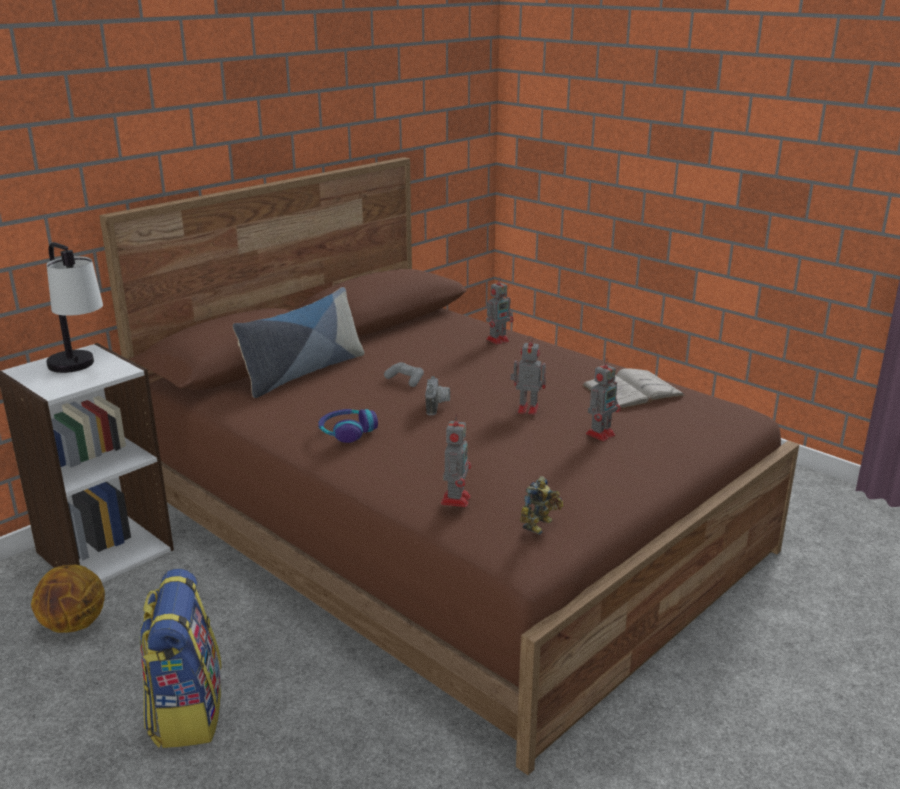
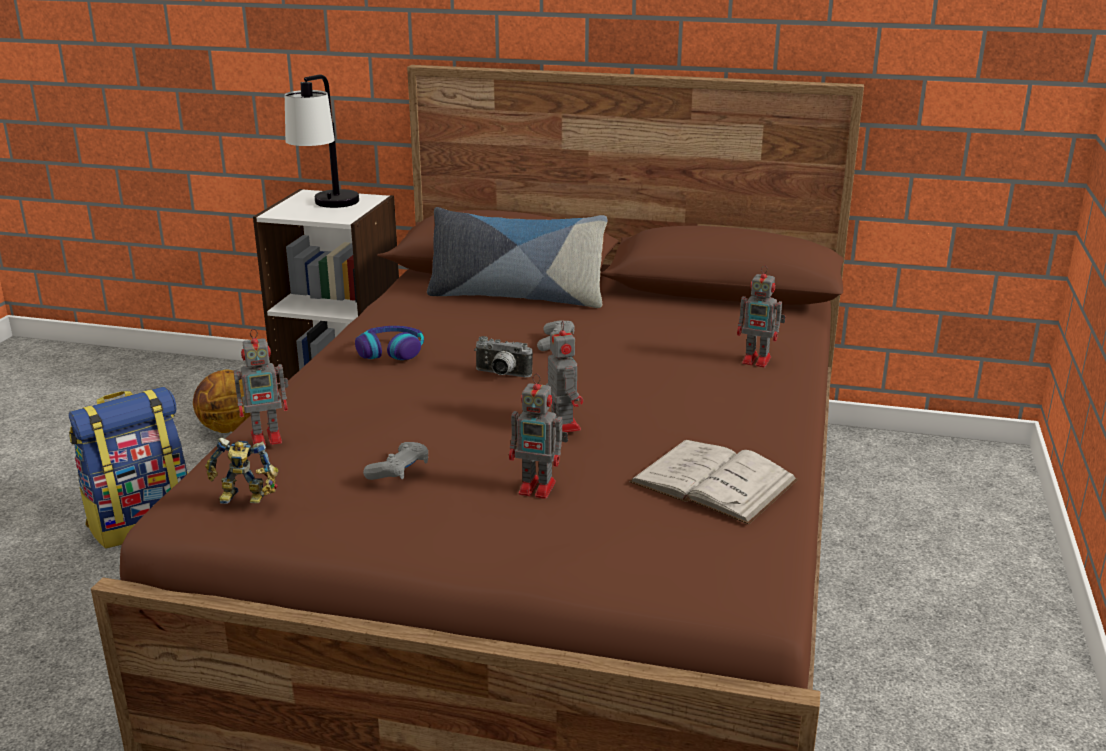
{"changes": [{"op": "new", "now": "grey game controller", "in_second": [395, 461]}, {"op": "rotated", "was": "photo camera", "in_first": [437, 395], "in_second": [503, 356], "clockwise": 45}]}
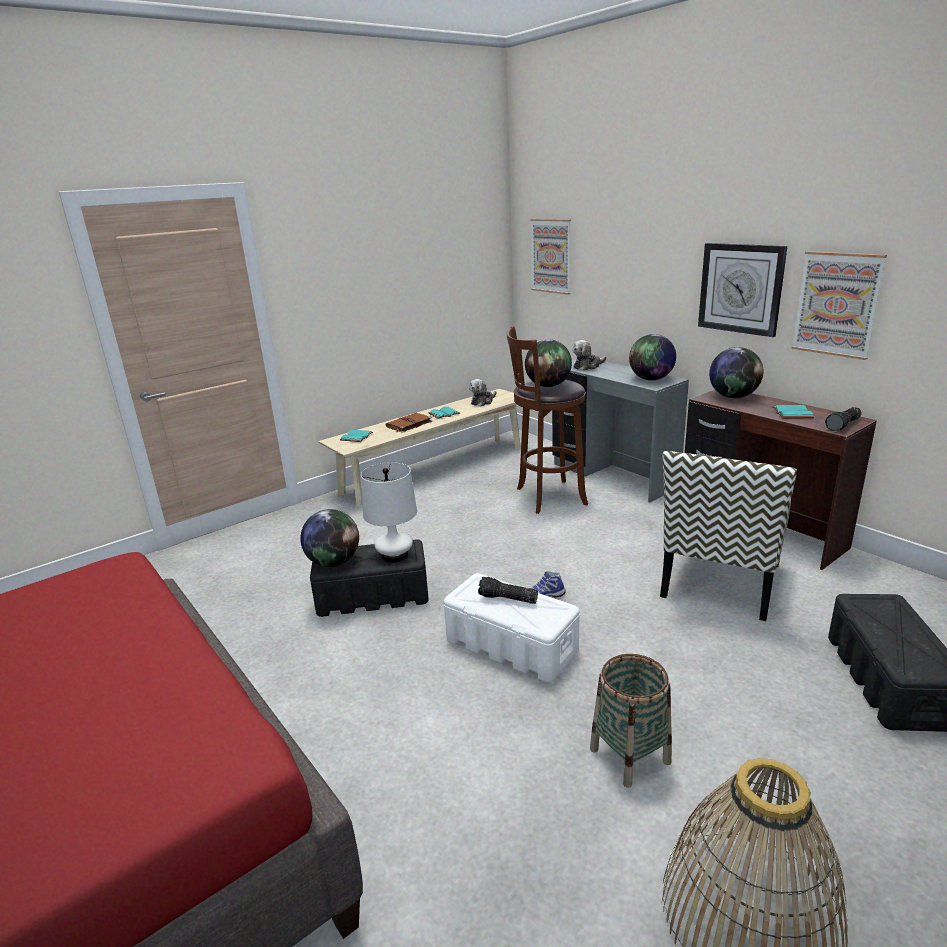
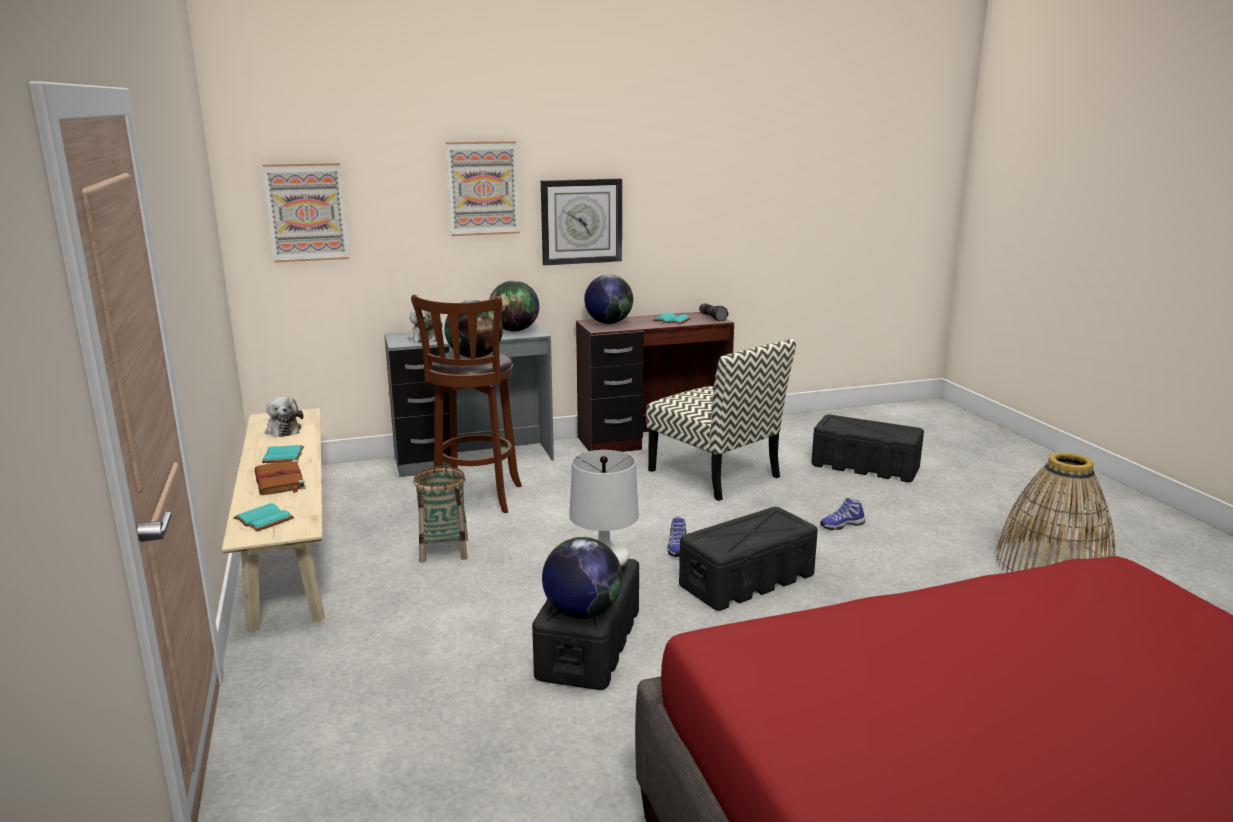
{"changes": [{"op": "shifted", "was": "basket", "in_first": [631, 721], "in_second": [440, 514]}, {"op": "shifted", "was": "picture", "in_first": [839, 305], "in_second": [482, 188]}, {"op": "repainted", "was": "white storage box", "now": "black storage box", "in_first": [512, 628], "in_second": [748, 559]}, {"op": "new", "now": "shoe", "in_second": [842, 514]}, {"op": "gone", "was": "flashlight", "in_first": [508, 590]}]}
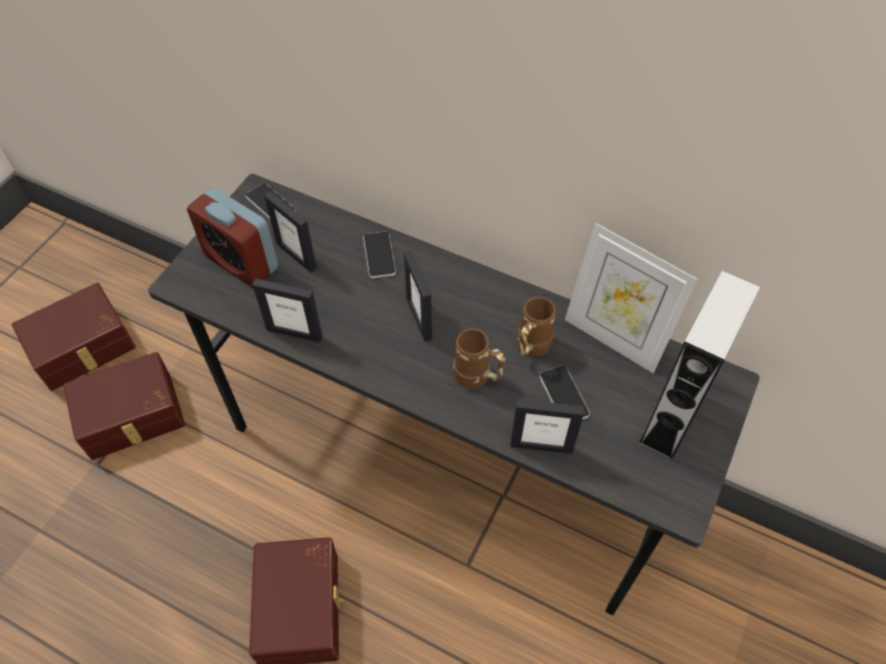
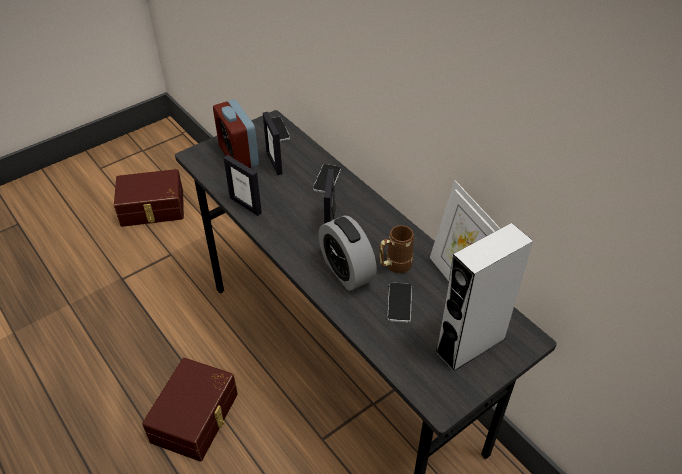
{"changes": [{"op": "swapped", "was": "brown mug", "now": "alarm clock", "in_first": [479, 358], "in_second": [348, 253]}, {"op": "gone", "was": "brown storage box", "in_first": [124, 406]}, {"op": "gone", "was": "picture frame", "in_first": [547, 426]}]}
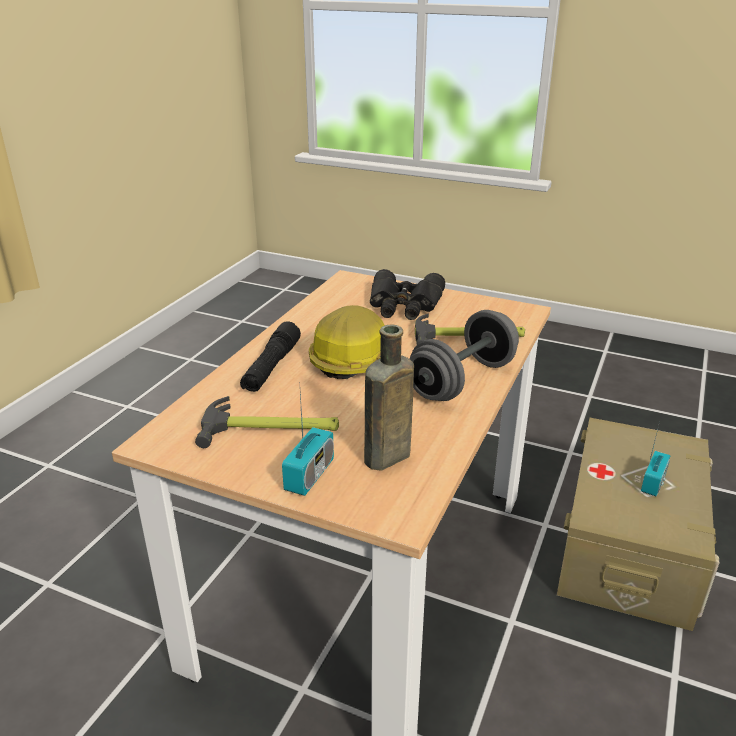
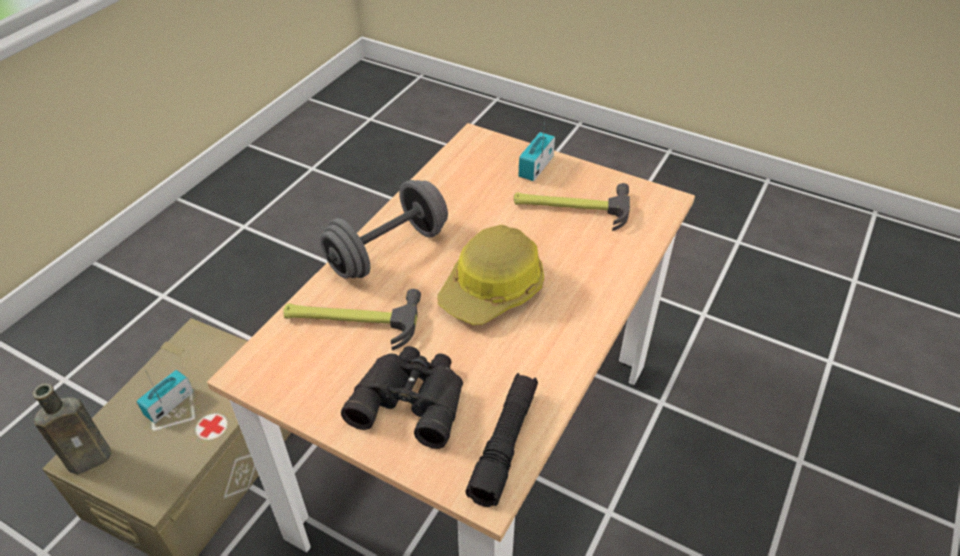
{"changes": [{"op": "shifted", "was": "brown bottle", "in_first": [389, 397], "in_second": [72, 428]}, {"op": "shifted", "was": "black flashlight", "in_first": [270, 356], "in_second": [501, 440]}]}
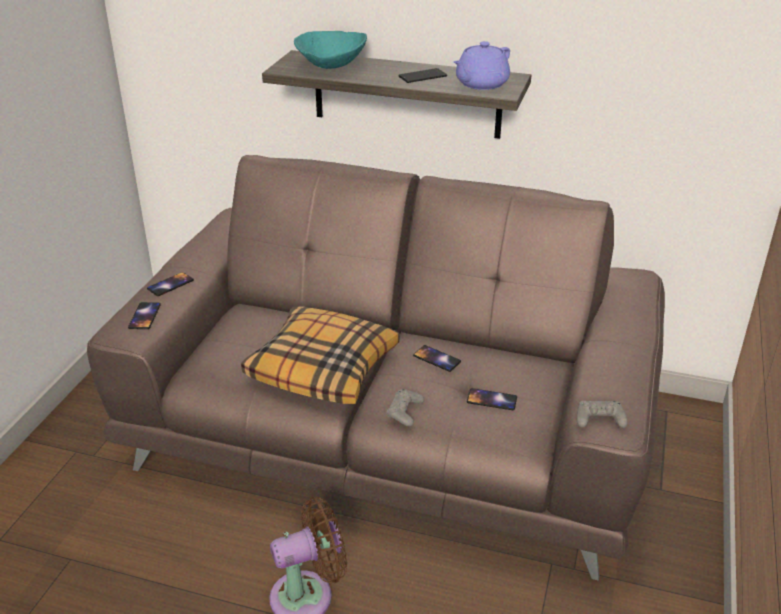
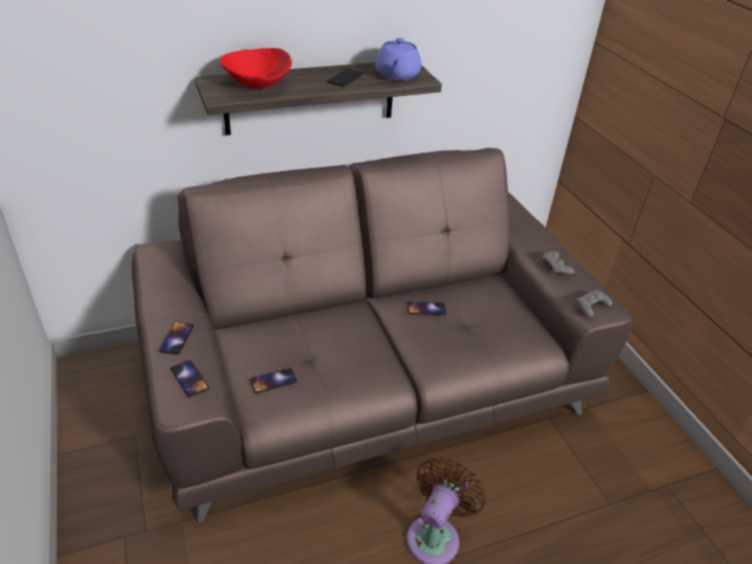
{"changes": [{"op": "repainted", "was": "turquoise bowl", "now": "red bowl", "in_first": [330, 50], "in_second": [256, 68]}, {"op": "shifted", "was": "phone", "in_first": [492, 399], "in_second": [273, 380]}, {"op": "shifted", "was": "grey game controller", "in_first": [405, 408], "in_second": [558, 263]}, {"op": "gone", "was": "pillow", "in_first": [320, 355]}]}
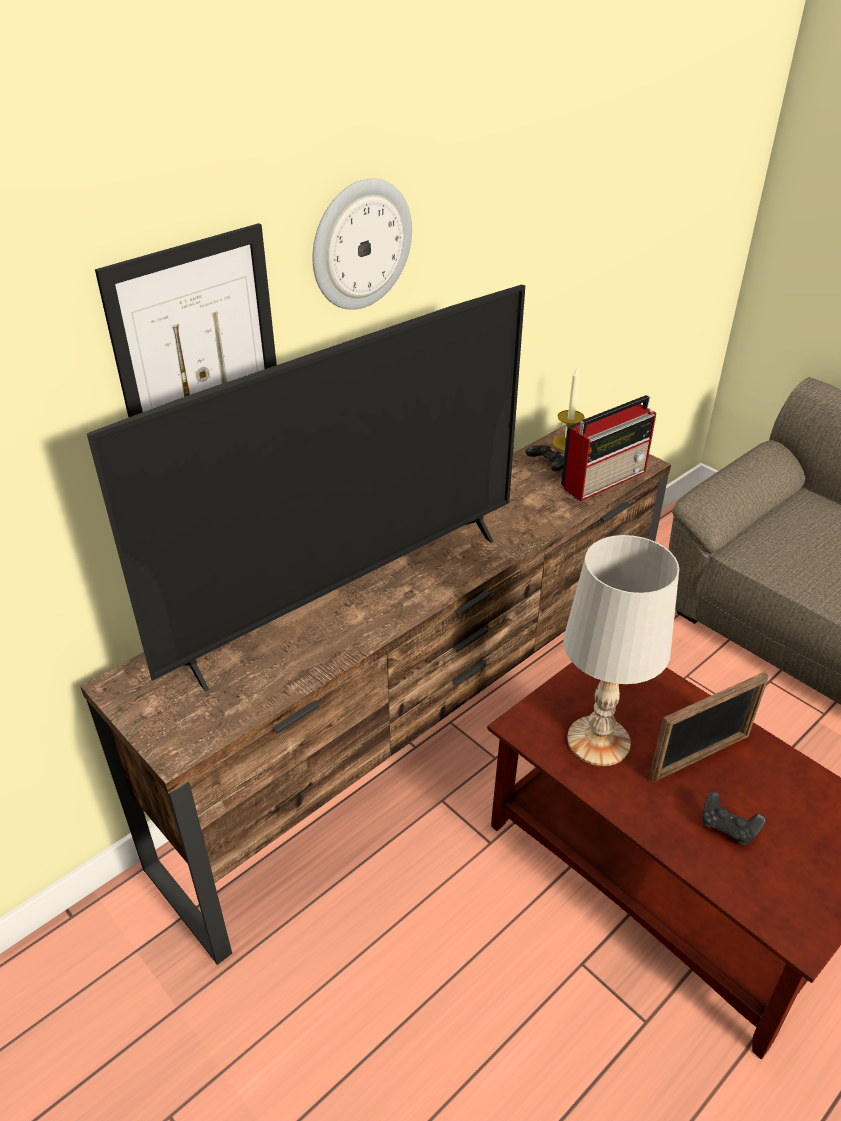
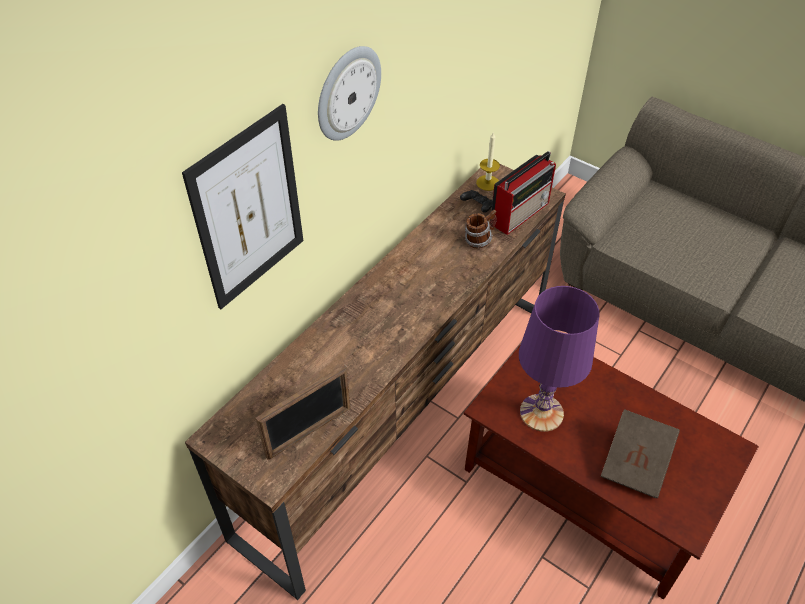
{"changes": [{"op": "shifted", "was": "picture frame", "in_first": [708, 727], "in_second": [303, 412]}, {"op": "new", "now": "mug", "in_second": [481, 229]}, {"op": "repainted", "was": "white table lamp", "now": "purple table lamp", "in_first": [621, 650], "in_second": [559, 359]}, {"op": "swapped", "was": "black game controller", "now": "brown book", "in_first": [734, 818], "in_second": [640, 453]}, {"op": "gone", "was": "television", "in_first": [306, 488]}]}
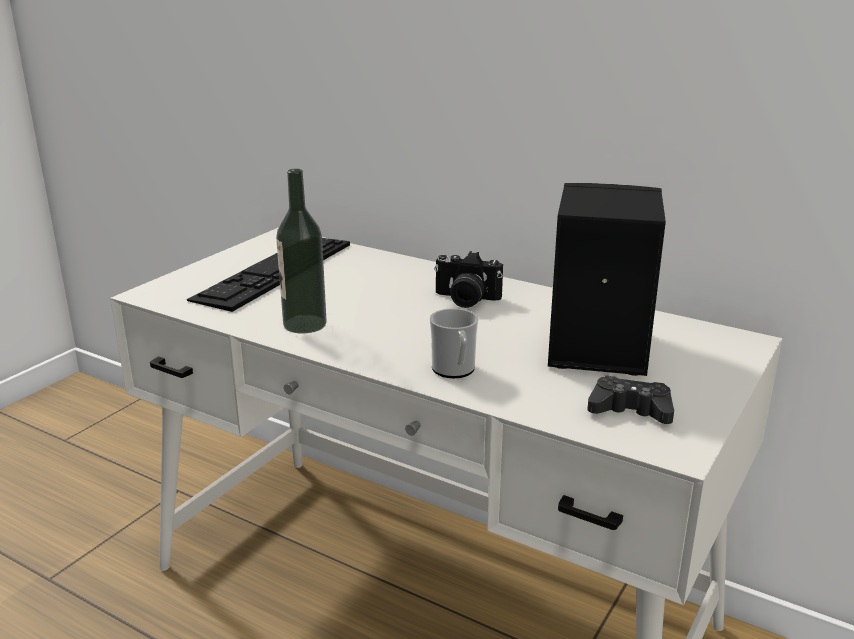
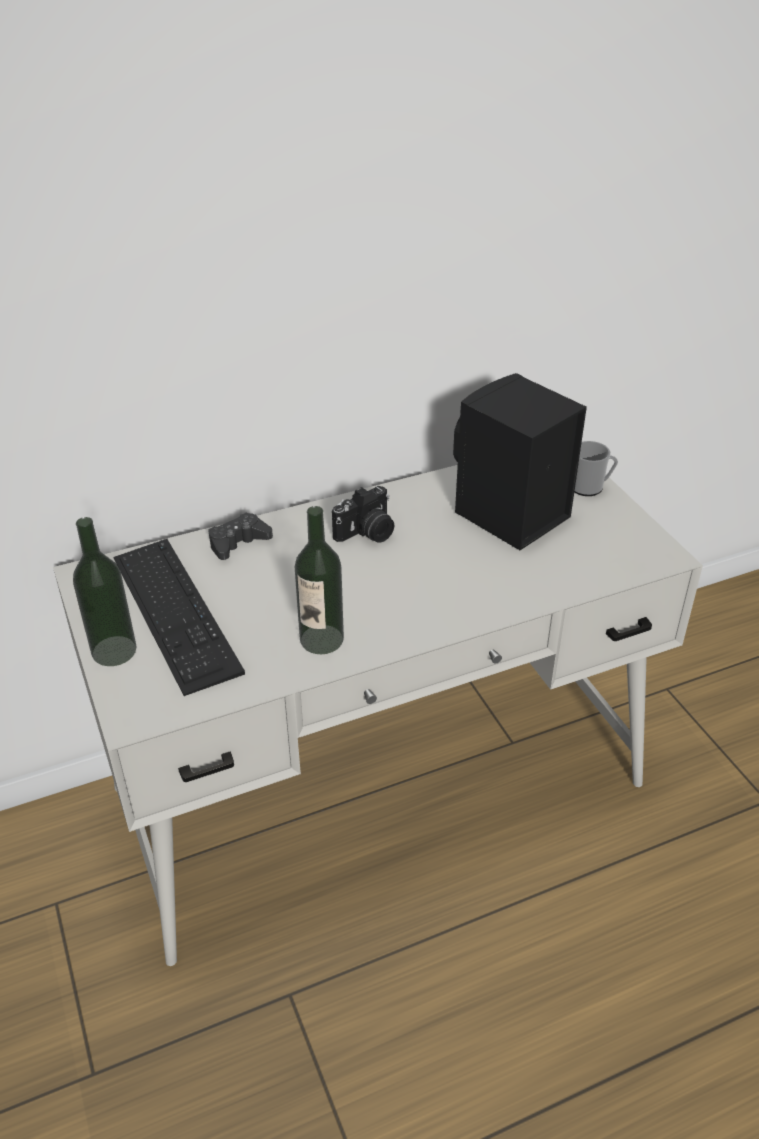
{"changes": [{"op": "new", "now": "bottle", "in_second": [105, 591]}, {"op": "shifted", "was": "black game controller", "in_first": [630, 400], "in_second": [240, 536]}, {"op": "shifted", "was": "mug", "in_first": [454, 343], "in_second": [596, 468]}]}
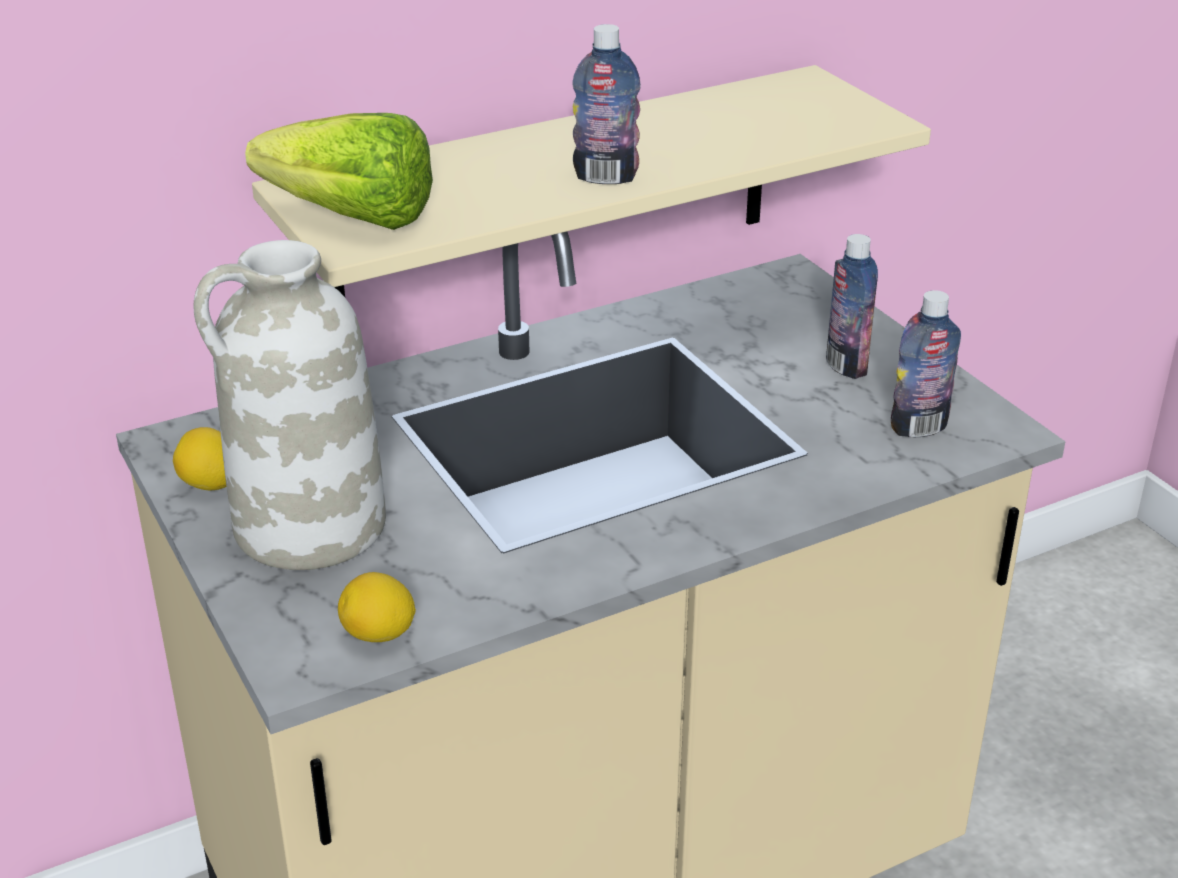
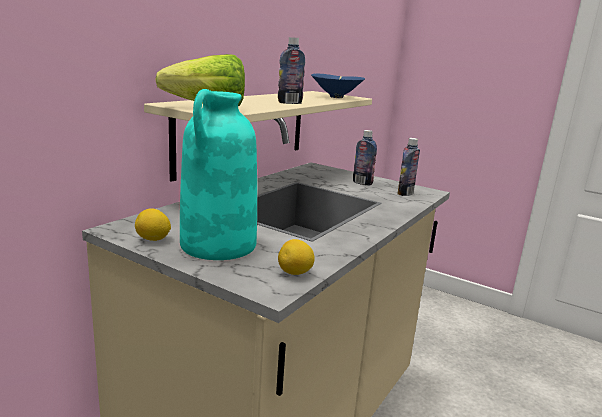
{"changes": [{"op": "repainted", "was": "white vase", "now": "turquoise vase", "in_first": [290, 405], "in_second": [218, 174]}, {"op": "new", "now": "blue bowl", "in_second": [338, 85]}]}
